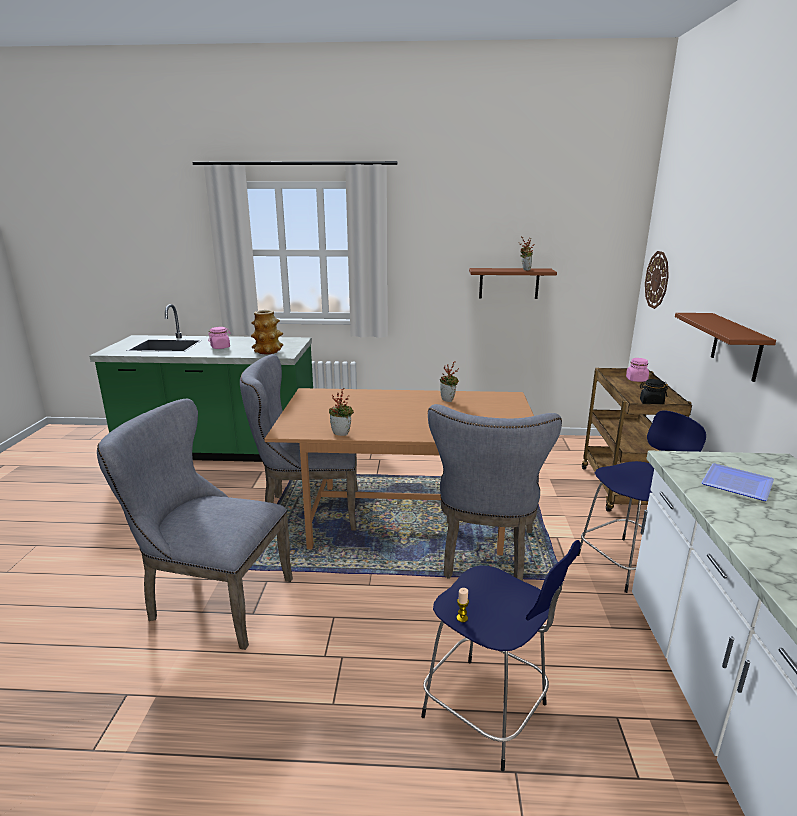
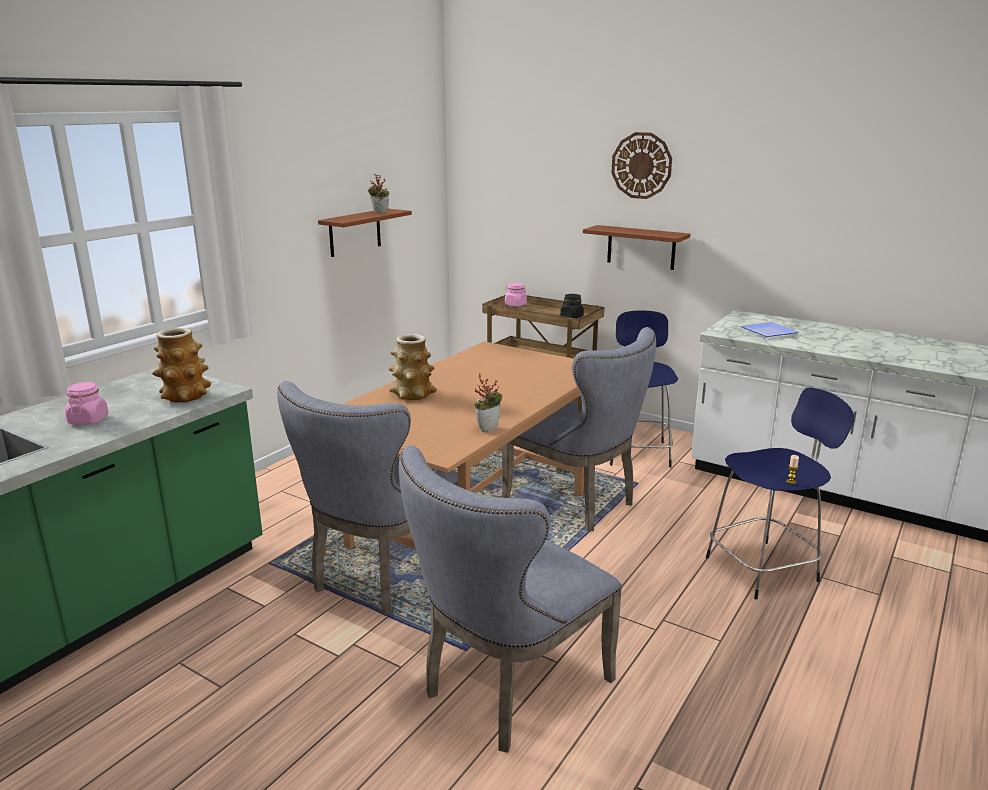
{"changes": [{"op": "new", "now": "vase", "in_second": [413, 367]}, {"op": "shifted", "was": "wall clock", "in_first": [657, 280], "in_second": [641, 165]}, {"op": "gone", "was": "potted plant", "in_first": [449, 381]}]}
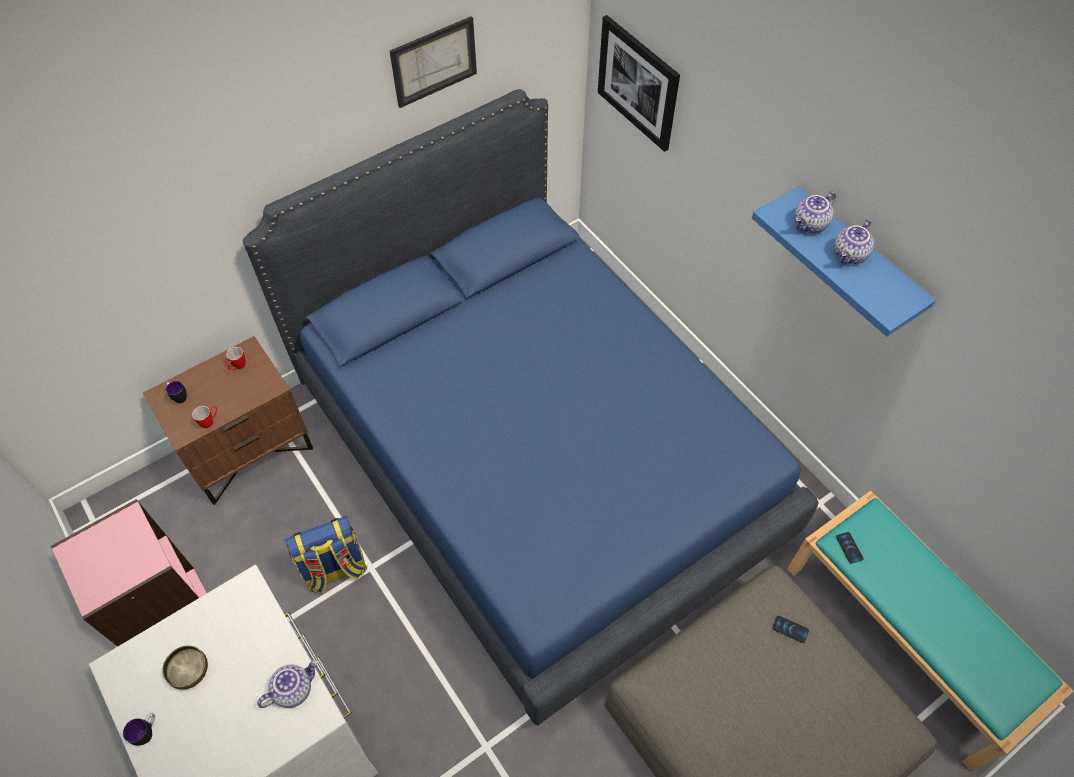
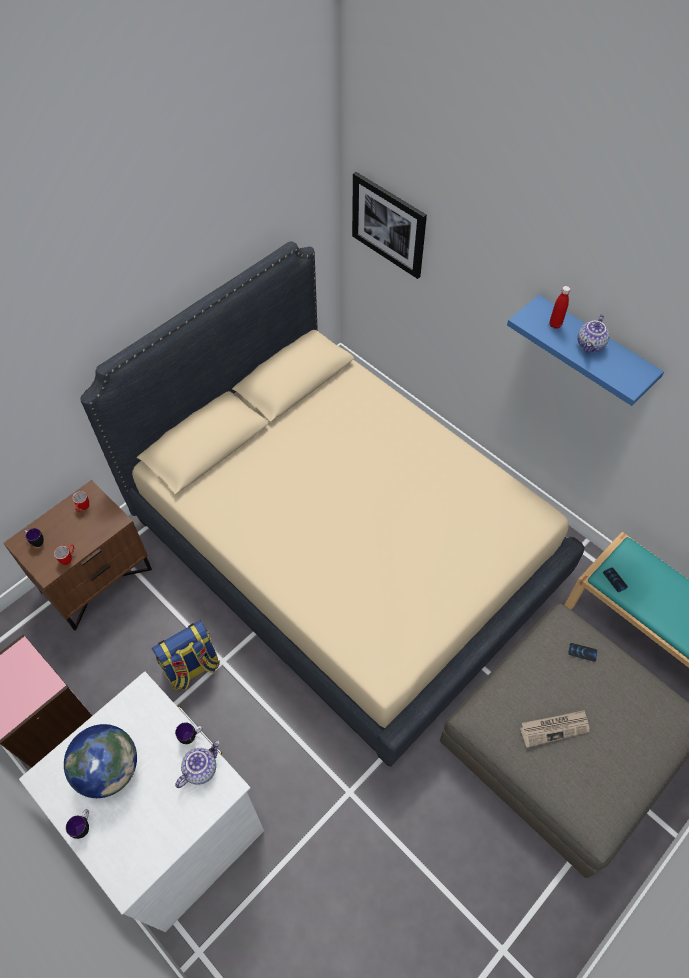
{"changes": [{"op": "swapped", "was": "bowl", "now": "globe", "in_first": [185, 667], "in_second": [100, 761]}, {"op": "repainted", "was": "blue bed", "now": "beige bed", "in_first": [531, 407], "in_second": [332, 504]}, {"op": "new", "now": "mug", "in_second": [189, 733]}, {"op": "new", "now": "newspaper", "in_second": [554, 729]}, {"op": "swapped", "was": "teapot", "now": "red bottle", "in_first": [815, 212], "in_second": [560, 307]}, {"op": "gone", "was": "picture", "in_first": [433, 62]}]}
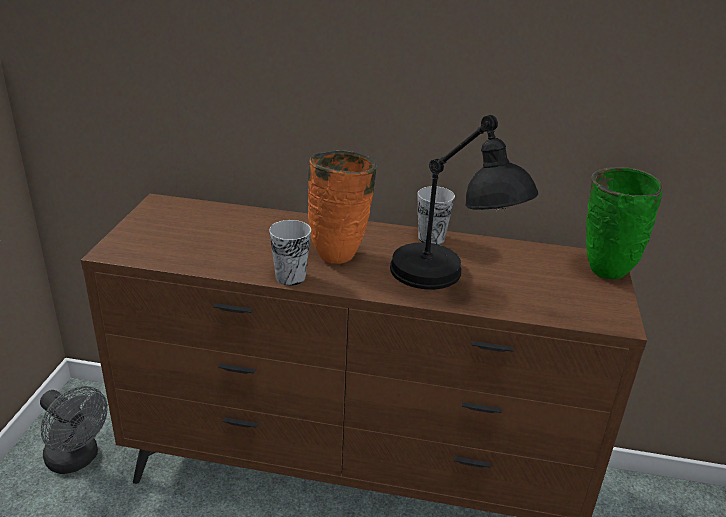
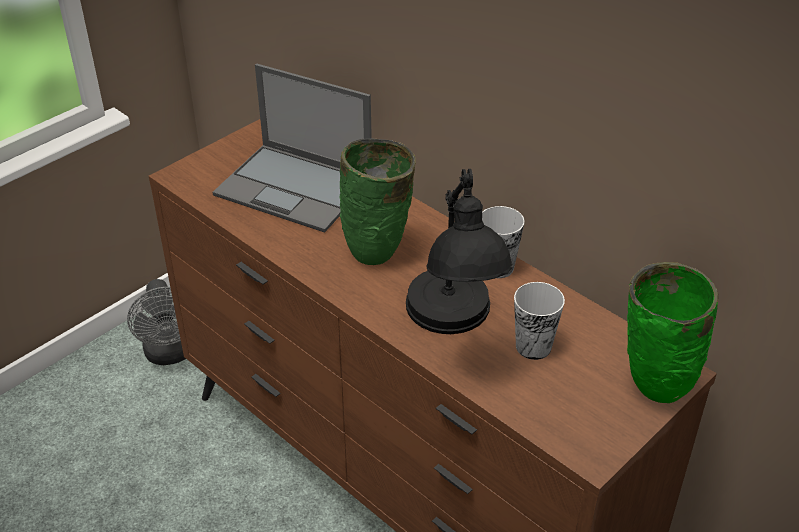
{"changes": [{"op": "new", "now": "laptop", "in_second": [292, 148]}, {"op": "repainted", "was": "orange vase", "now": "green vase", "in_first": [342, 207], "in_second": [378, 201]}, {"op": "shifted", "was": "cup", "in_first": [290, 253], "in_second": [539, 321]}]}
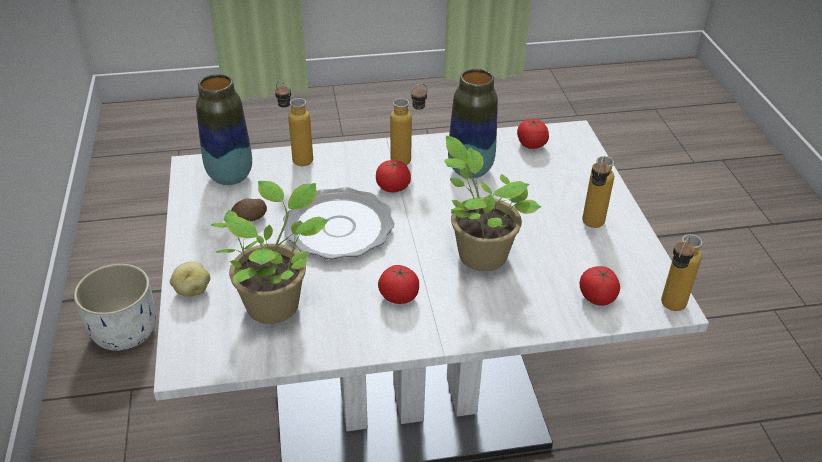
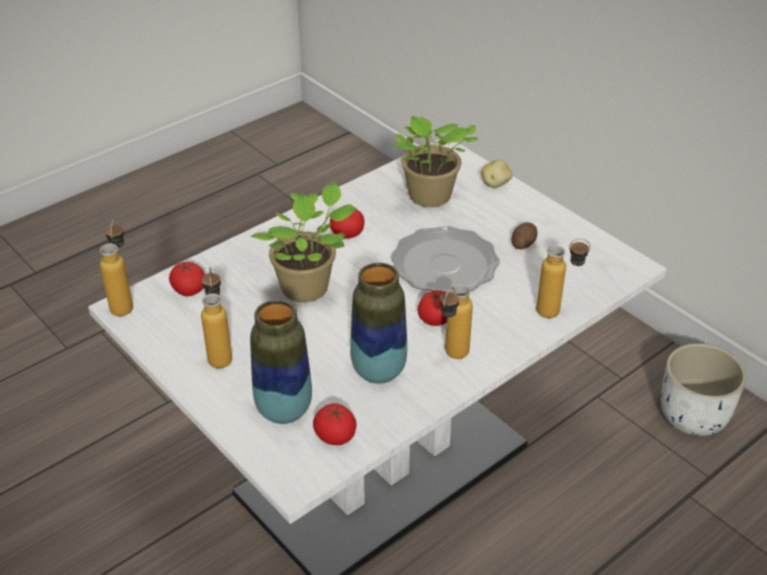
{"changes": [{"op": "shifted", "was": "vase", "in_first": [224, 129], "in_second": [281, 362]}]}
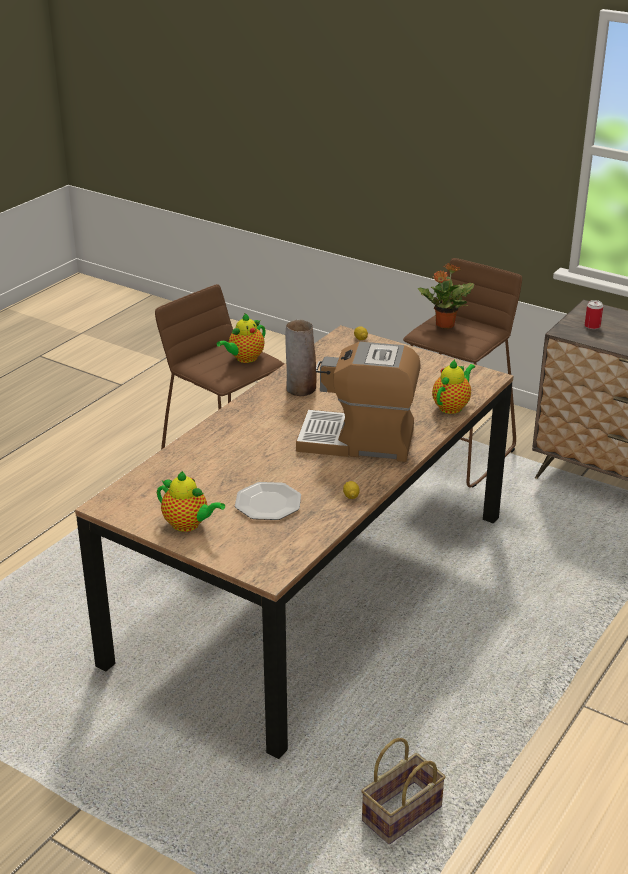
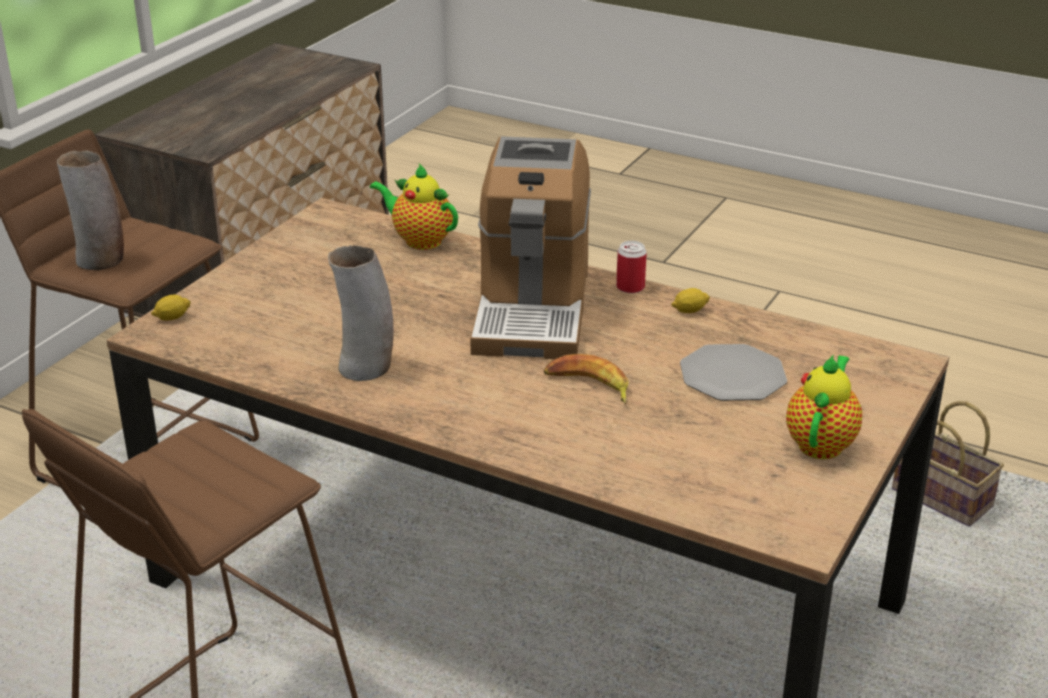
{"changes": [{"op": "swapped", "was": "potted plant", "now": "vase", "in_first": [446, 295], "in_second": [90, 210]}, {"op": "new", "now": "banana", "in_second": [586, 379]}, {"op": "shifted", "was": "can", "in_first": [594, 314], "in_second": [631, 267]}, {"op": "gone", "was": "teapot", "in_first": [241, 338]}]}
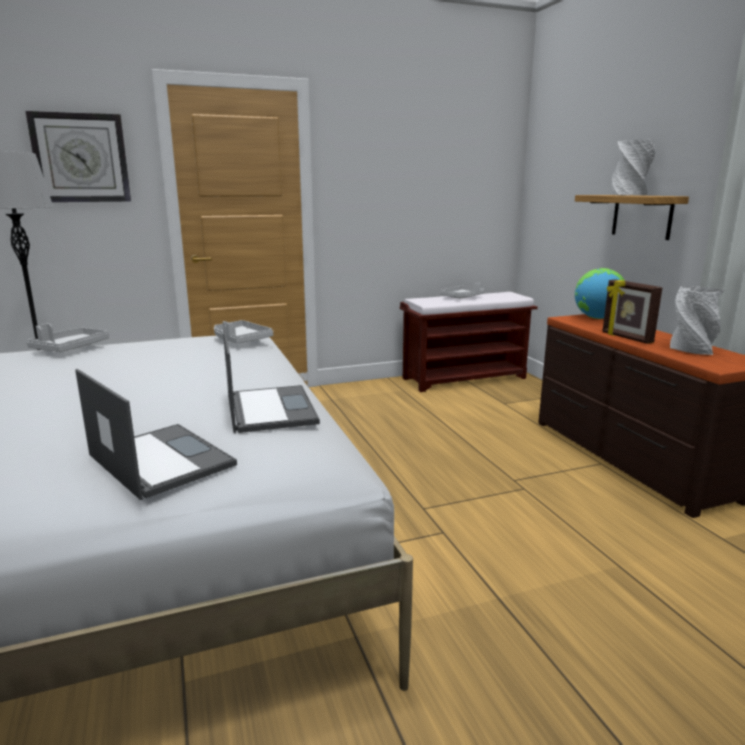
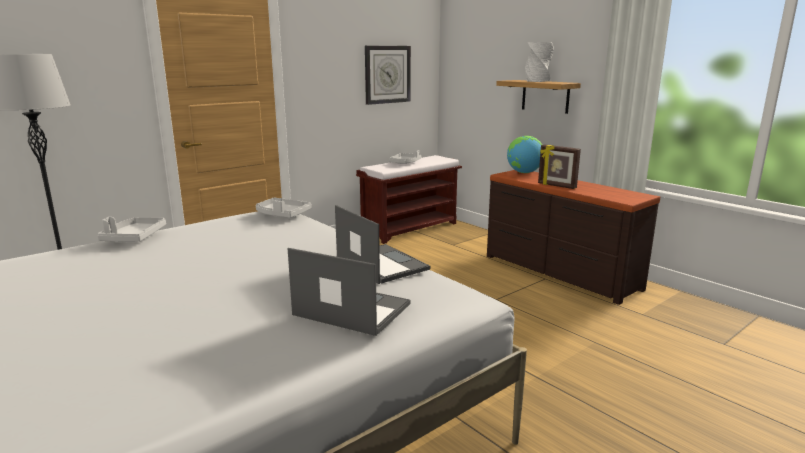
{"changes": [{"op": "shifted", "was": "wall clock", "in_first": [78, 156], "in_second": [388, 75]}, {"op": "gone", "was": "grey vase", "in_first": [697, 320]}]}
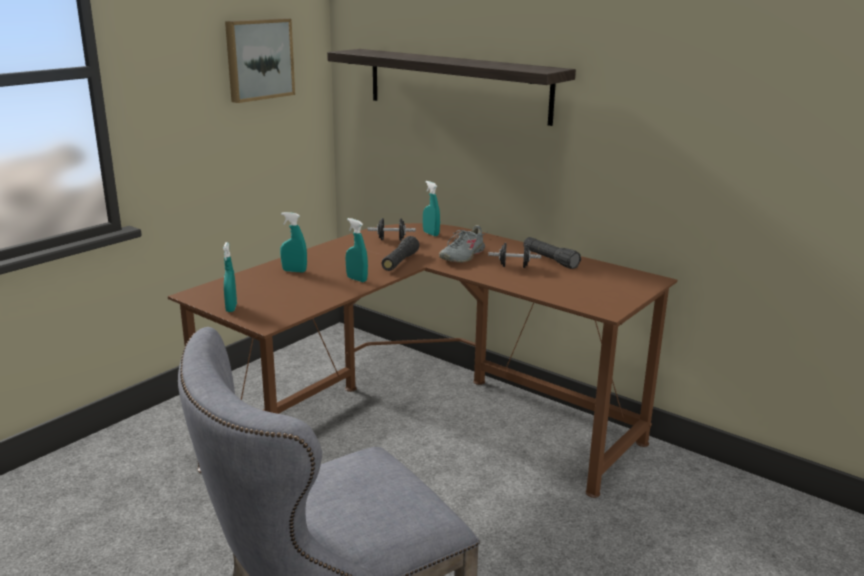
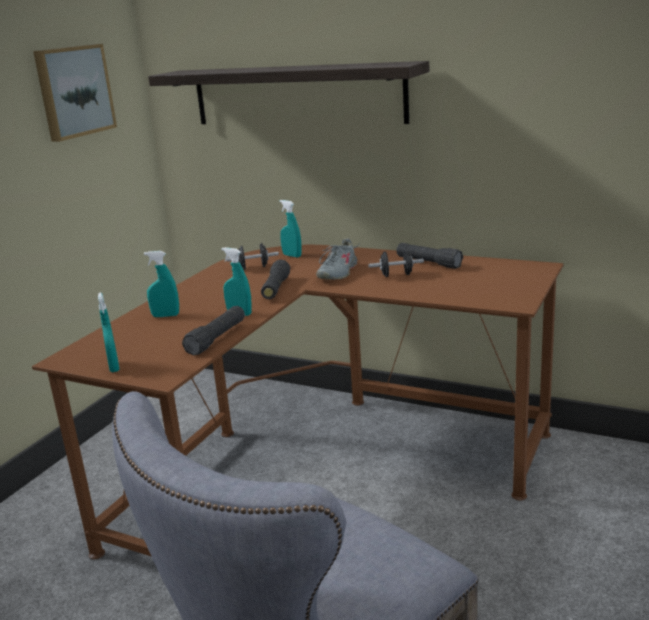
{"changes": [{"op": "new", "now": "black flashlight", "in_second": [213, 330]}]}
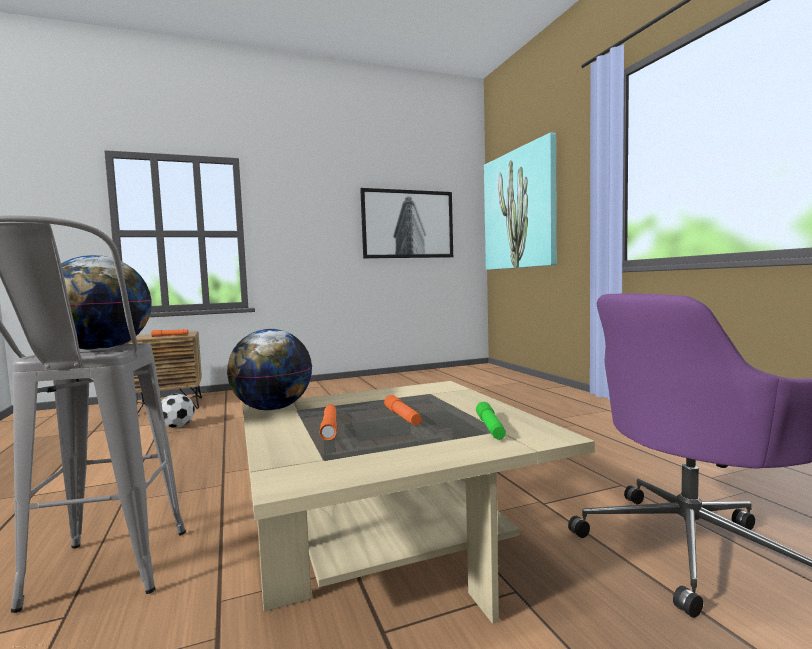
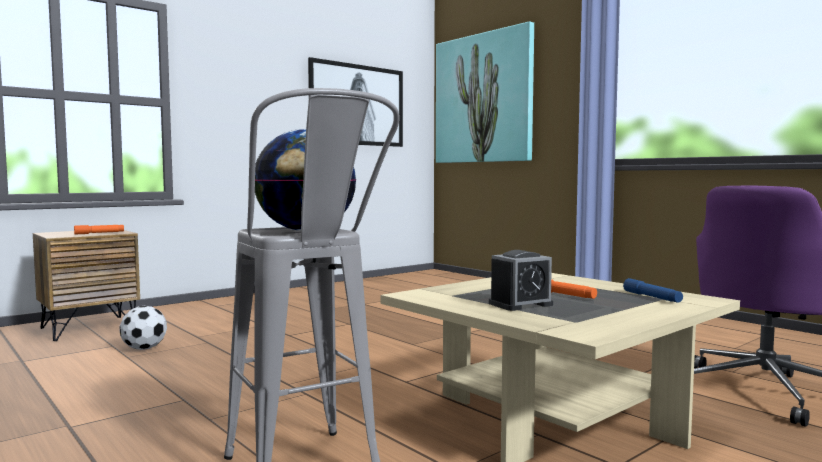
{"changes": [{"op": "swapped", "was": "orange flashlight", "now": "alarm clock", "in_first": [328, 422], "in_second": [521, 280]}, {"op": "repainted", "was": "green flashlight", "now": "blue flashlight", "in_first": [491, 421], "in_second": [653, 290]}, {"op": "gone", "was": "globe", "in_first": [269, 370]}]}
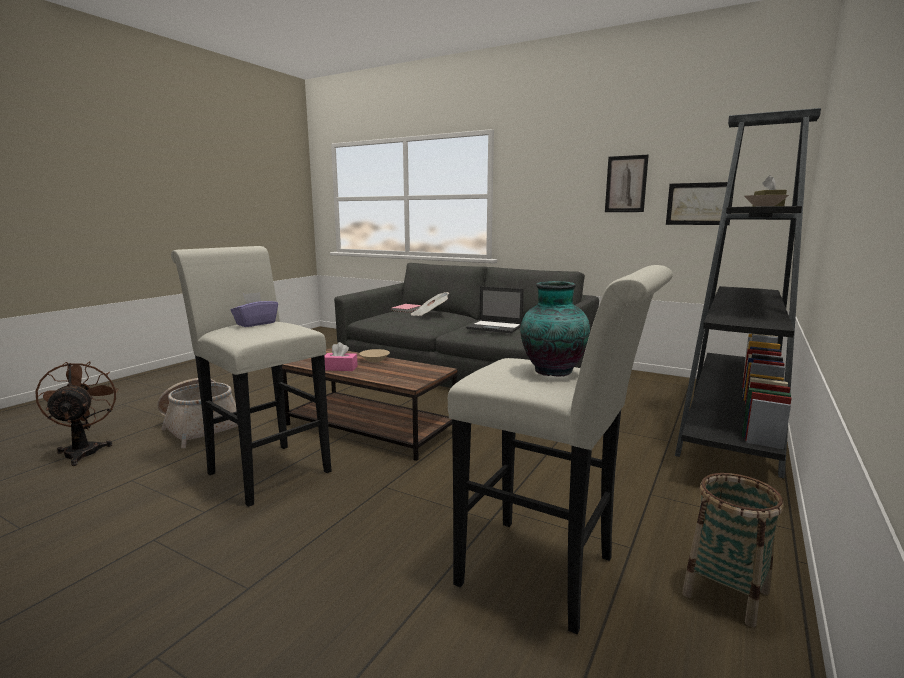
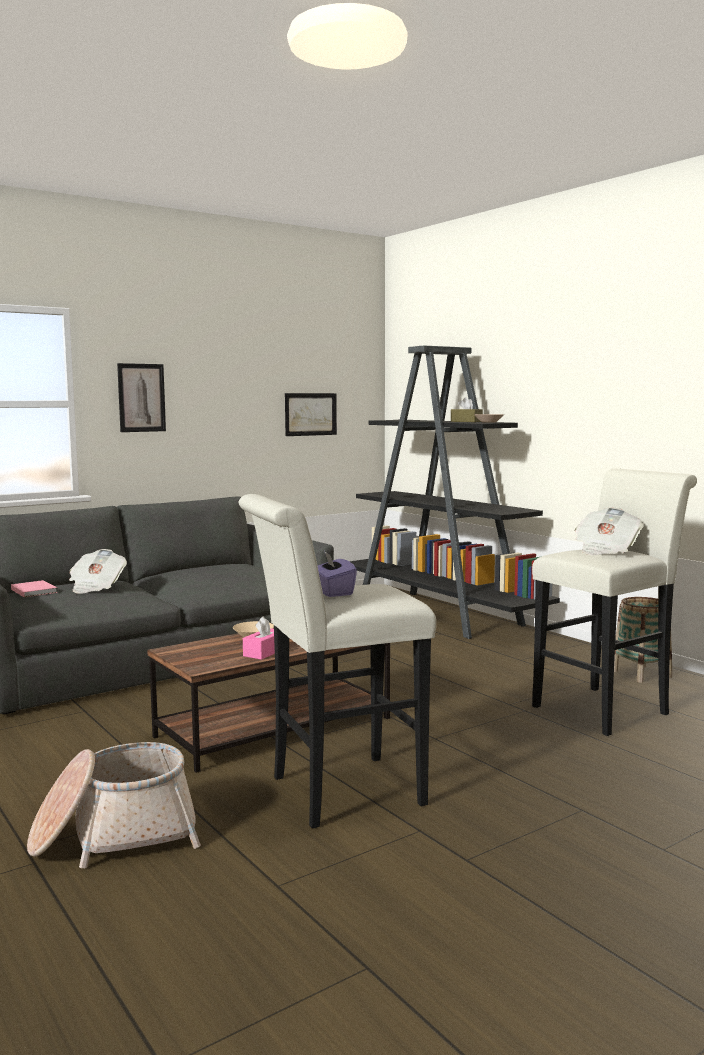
{"changes": [{"op": "shifted", "was": "picture", "in_first": [627, 183], "in_second": [141, 397]}, {"op": "swapped", "was": "vase", "now": "newspaper", "in_first": [555, 329], "in_second": [609, 531]}, {"op": "gone", "was": "brown fan", "in_first": [77, 413]}, {"op": "gone", "was": "laptop", "in_first": [495, 309]}]}
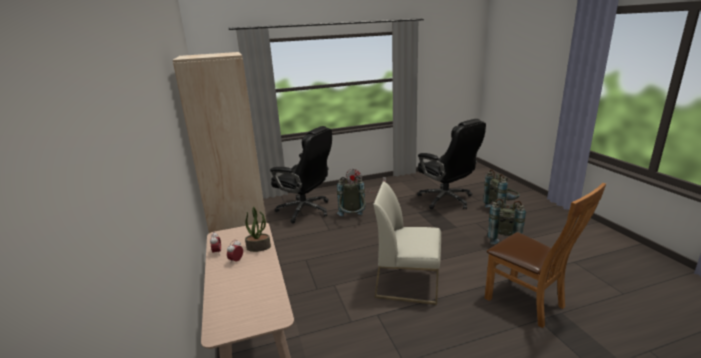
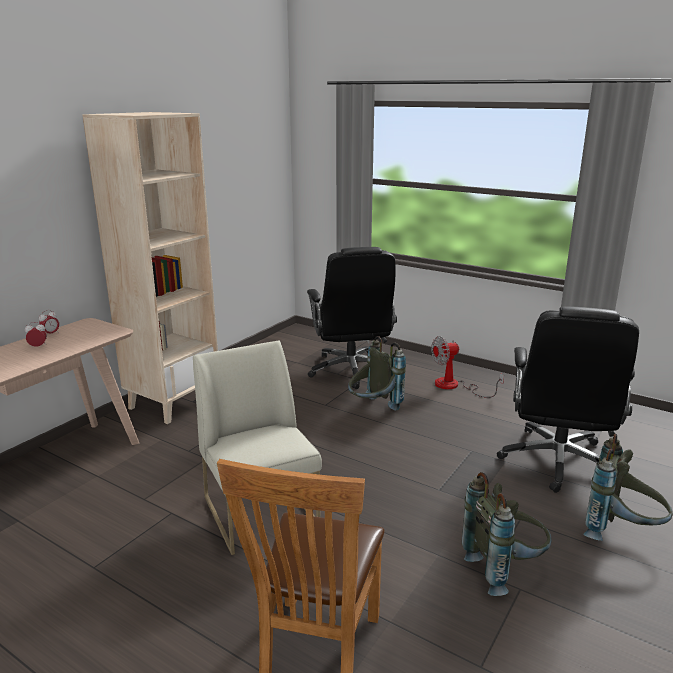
{"changes": [{"op": "gone", "was": "potted plant", "in_first": [258, 229]}]}
